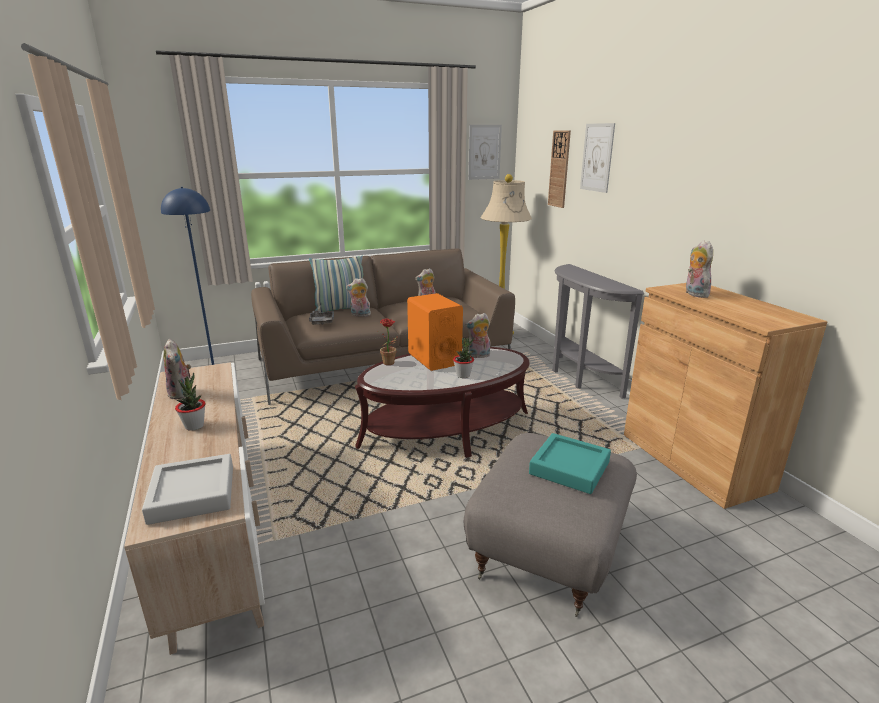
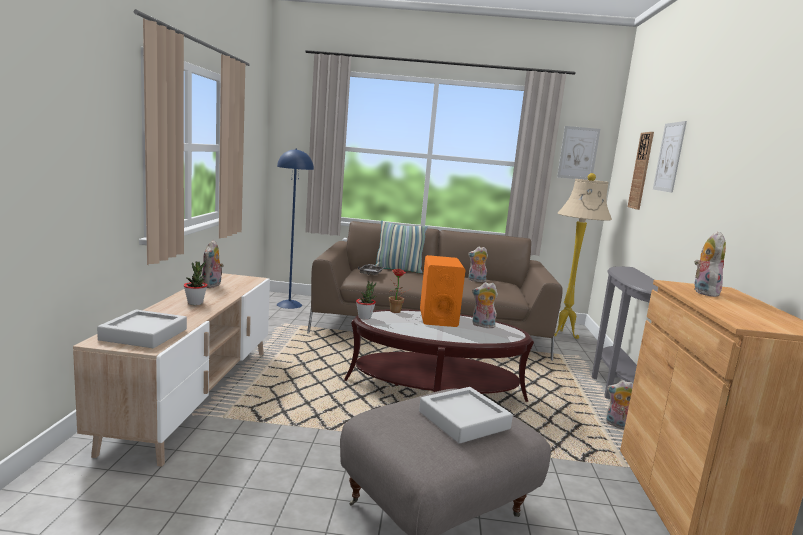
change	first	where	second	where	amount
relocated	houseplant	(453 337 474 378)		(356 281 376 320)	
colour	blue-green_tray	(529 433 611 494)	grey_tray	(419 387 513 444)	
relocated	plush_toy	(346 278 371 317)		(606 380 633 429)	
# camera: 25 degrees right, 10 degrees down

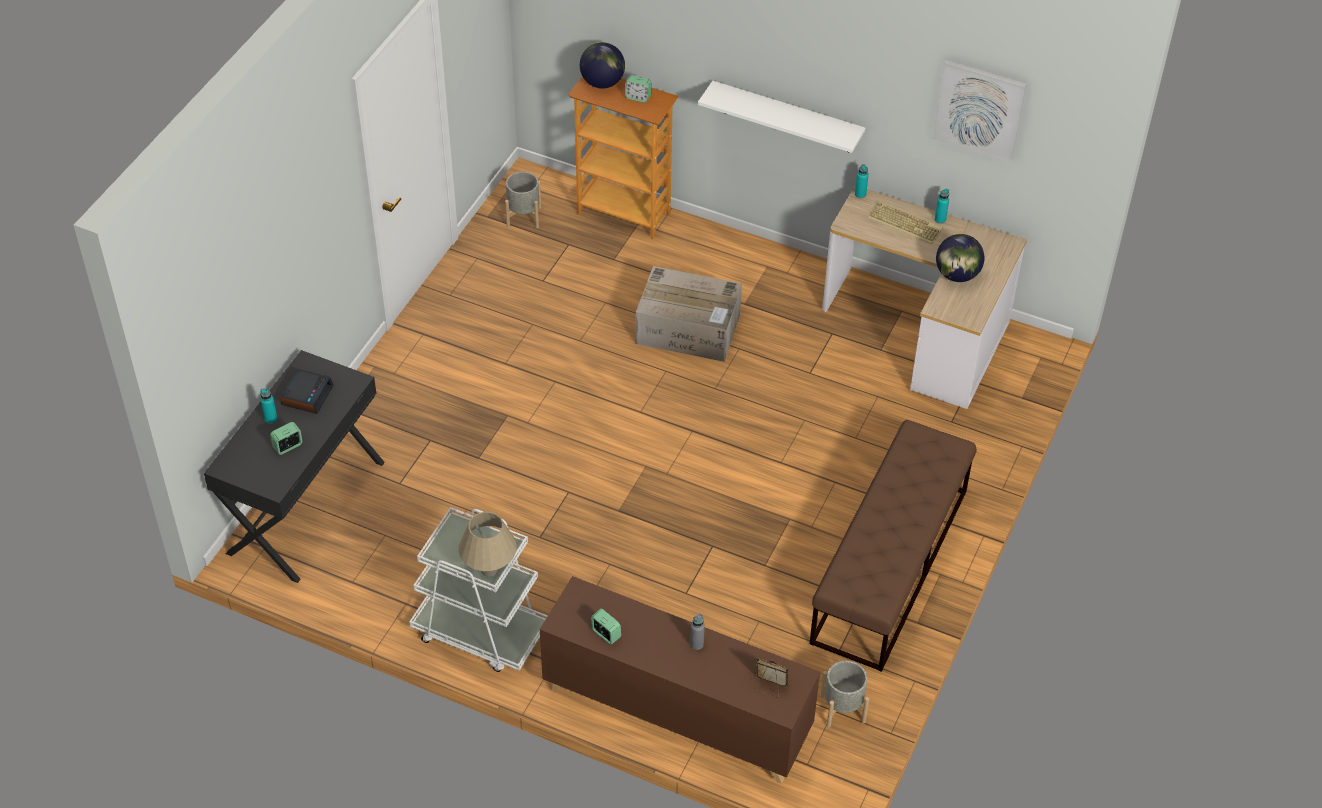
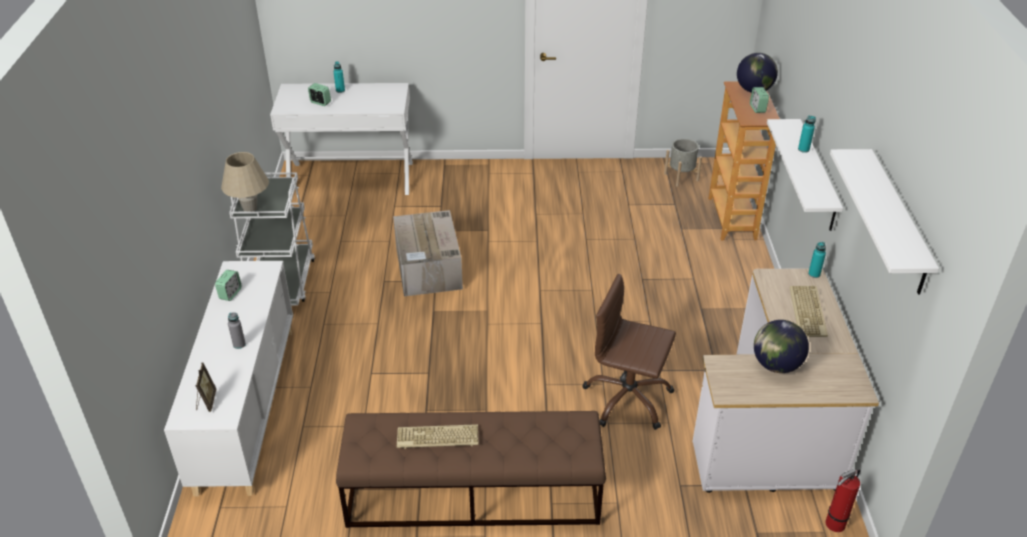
change	first	where	second	where	amount
colour	brown_cupboard	(540 576 820 784)	white_cupboard	(164 261 293 496)	
colour	black_desk_table	(204 350 385 583)	white_desk_table	(270 83 413 195)	
relocated	carton	(636 266 742 362)		(393 210 463 296)	
appeared			keyboard	(397 424 478 449)	
appeared			brown_computer_chair	(582 274 676 430)	
relocated	blue-green_beverage_bottle	(935 189 949 224)		(798 115 816 153)	
appeared			fire_extinguisher	(825 469 860 532)	
exchanged	picture	(933 60 1027 163)	white_wall_shelf	(830 149 939 295)	
missing	table_clock	(280 369 334 414)			
missing	grey_flower_pot	(820 661 869 727)			
# camera: 65 degrees right, 10 degrees down

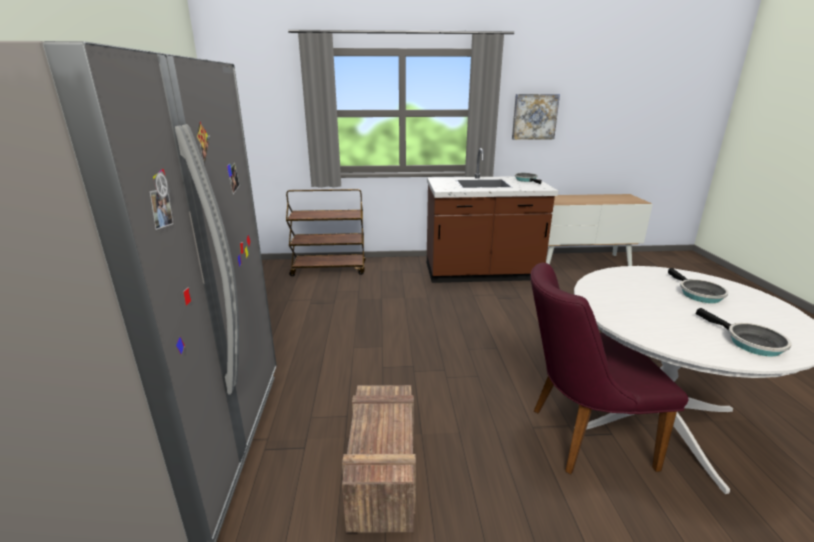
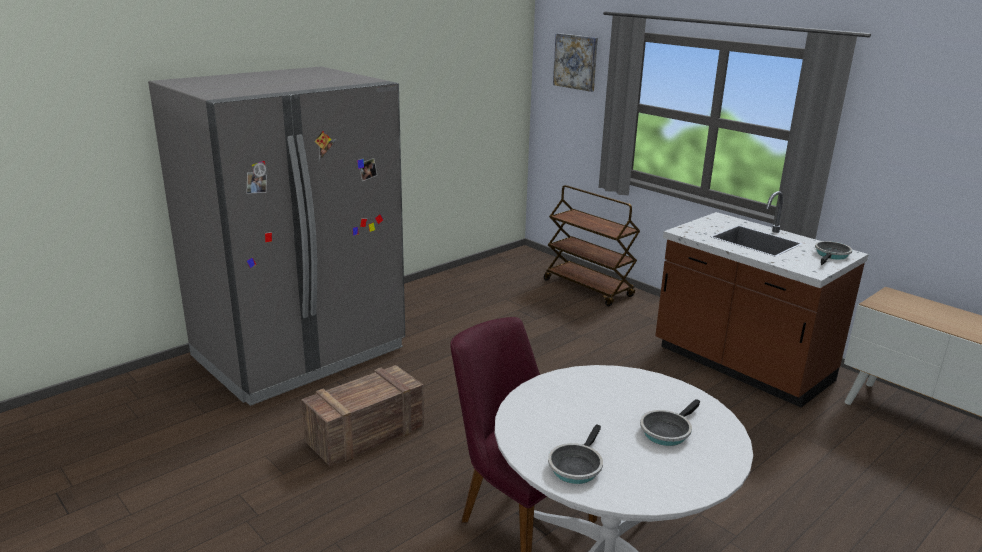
change	first	where	second	where	amount
relocated	picture	(512 94 560 140)		(553 33 598 92)	
# camera: 50 degrees right, 0 degrees up

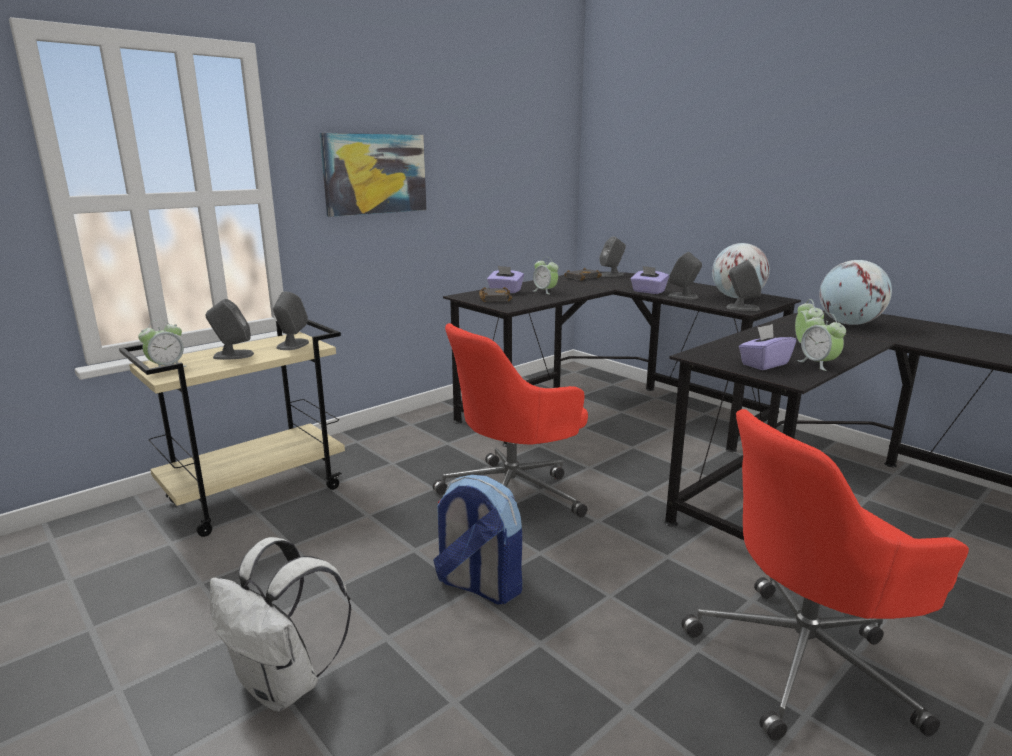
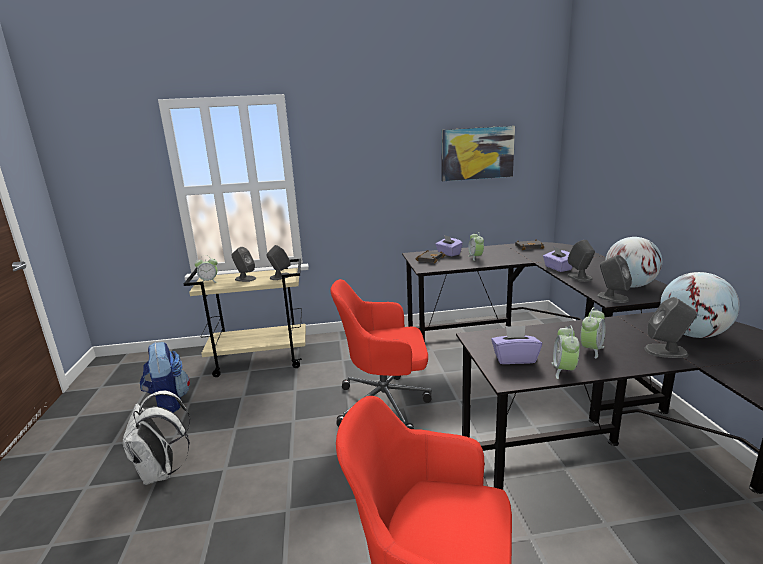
change	first	where	second	where	amount
relocated	rucksack	(433 475 522 604)		(140 342 190 413)	
relocated	picture	(320 133 426 217)		(441 126 515 181)	
relocated	grey_speaker	(600 236 626 277)		(644 297 697 358)	
# camera: 35 degrees right, 0 degrees up

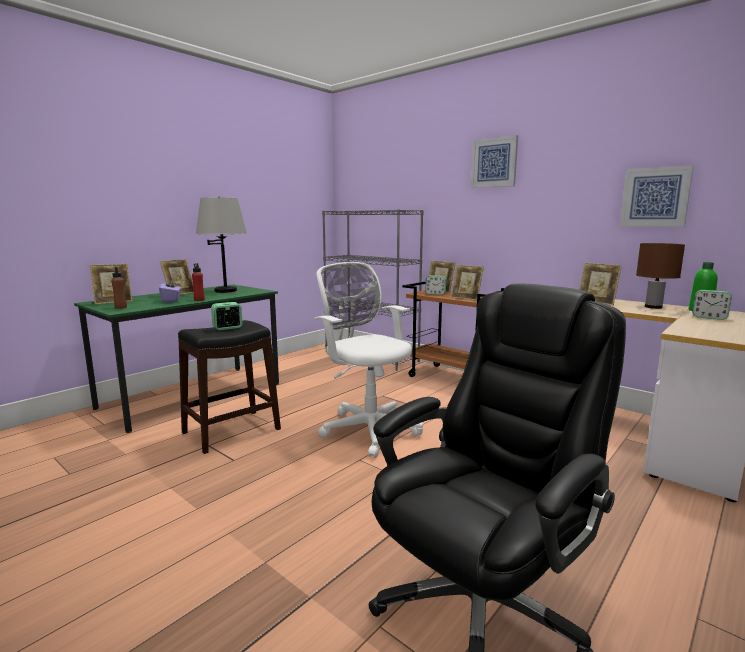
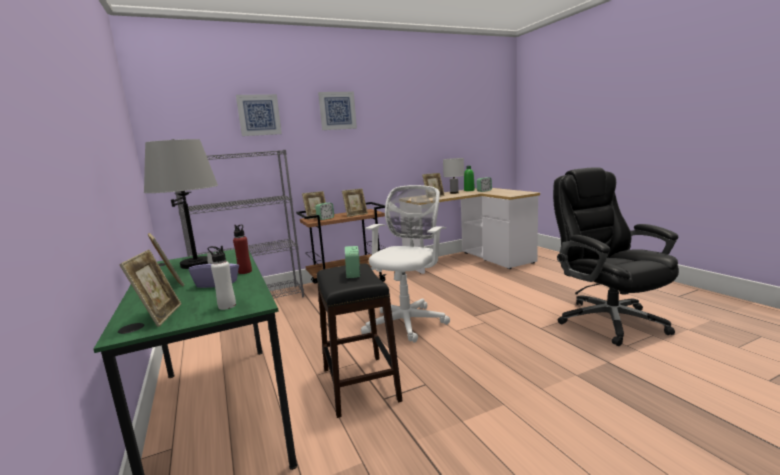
change	first	where	second	where	amount
colour	brown_beverage_bottle	(111 267 127 309)	white_beverage_bottle	(208 246 236 310)	
relocated	picture	(620 165 694 227)		(236 94 282 136)	
spun	white_computer_chair	(314 262 423 458)		(361 185 450 343)	135 degrees clockwise
colour	brown_lamp_for_a_table	(636 243 685 309)	white_lamp_for_a_table	(443 158 464 194)	
# camera: 65 degrees left, 0 degrees up

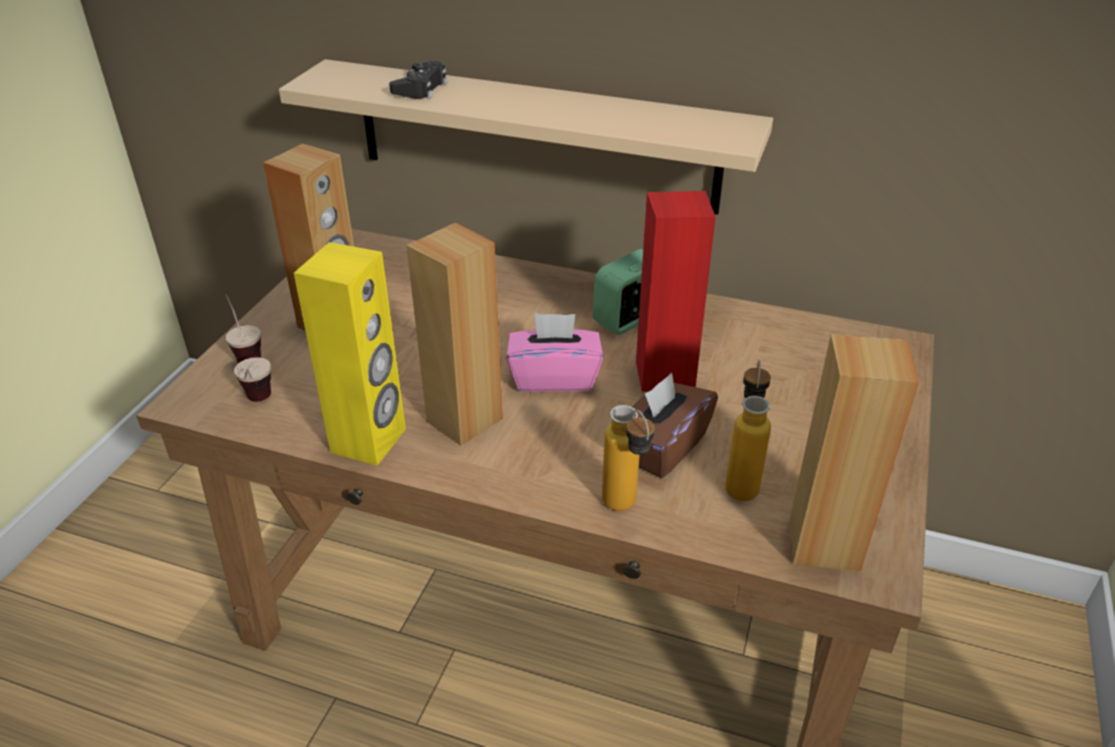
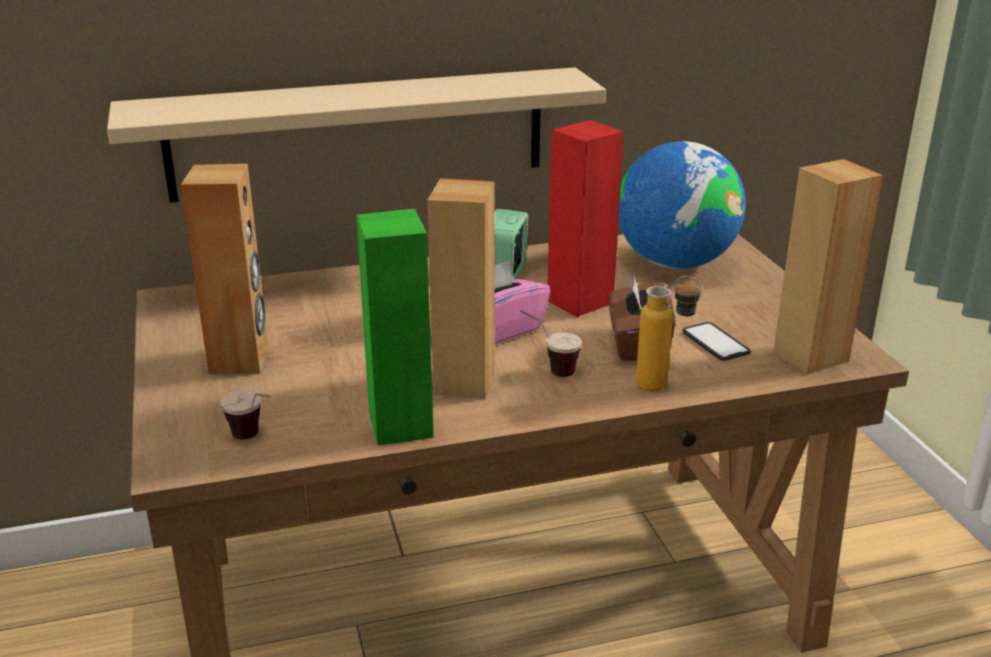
change	first	where	second	where	amount
colour	yellow_speaker	(294 242 406 466)	greenish_speaker	(356 209 434 445)	
relocated	small_cup	(225 294 261 363)		(520 310 582 377)	
appeared			desk_globe	(619 141 746 269)	
exchanged	beverage_bottle	(725 359 771 501)	phone	(683 322 751 361)	
missing	black_game_controller	(389 61 448 99)			
# camera: 35 degrees left, 10 degrees down

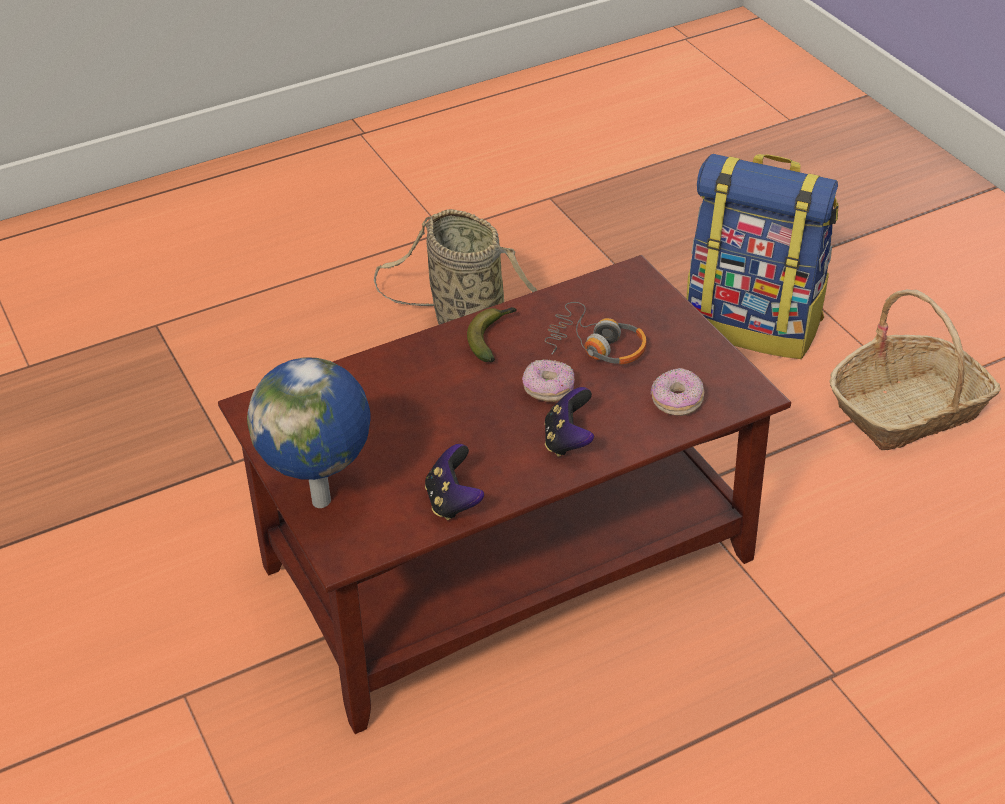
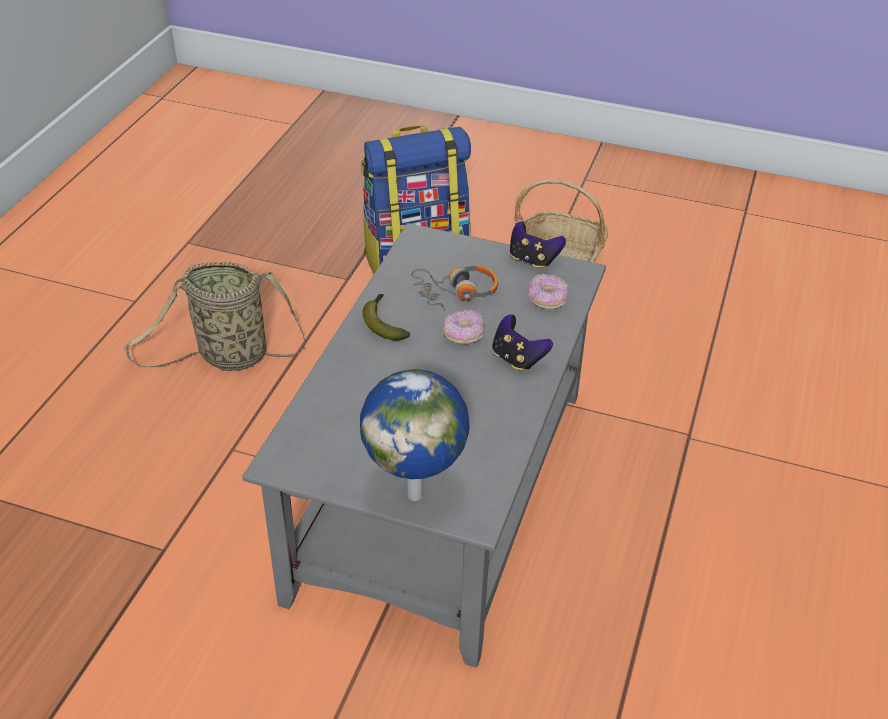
change	first	where	second	where	amount
colour	brown_lounge_table	(218 255 791 734)	grey_lounge_table	(242 223 606 668)	
relocated	game_controller	(425 444 484 520)		(510 221 566 270)	
# camera: 45 degrees left, 0 degrees up

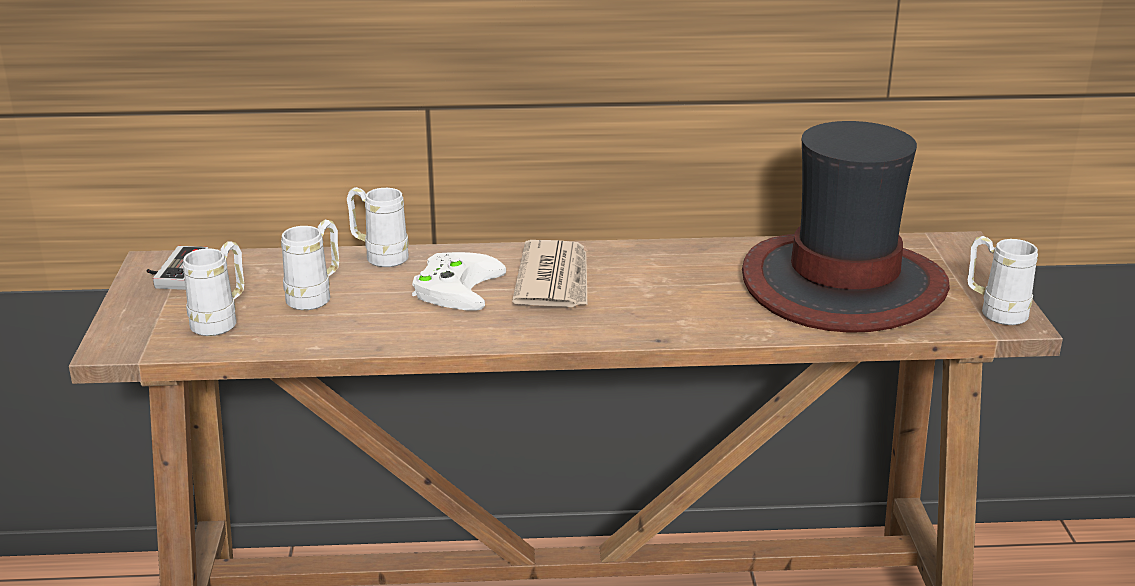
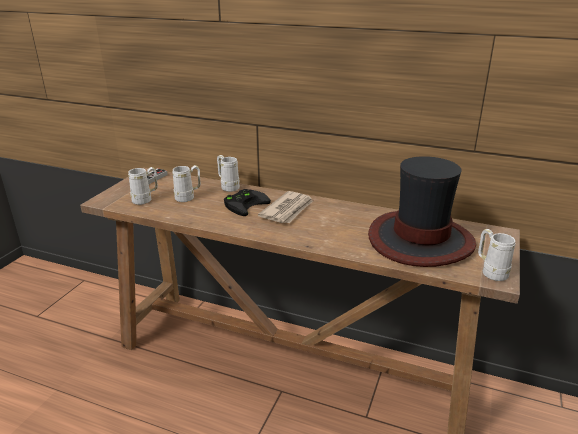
change	first	where	second	where	amount
colour	white_game_controller	(412 252 506 311)	black_game_controller	(224 189 271 216)	
# camera: 25 degrees right, 0 degrees up

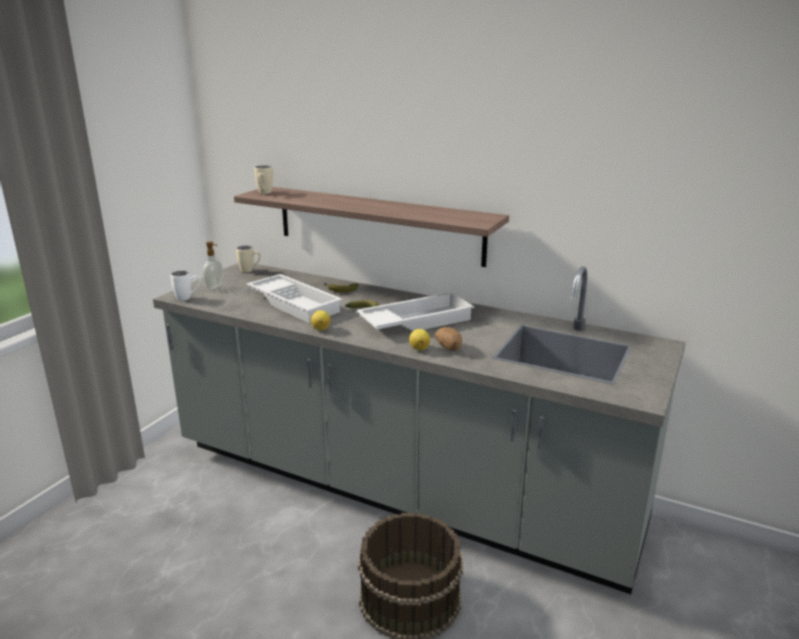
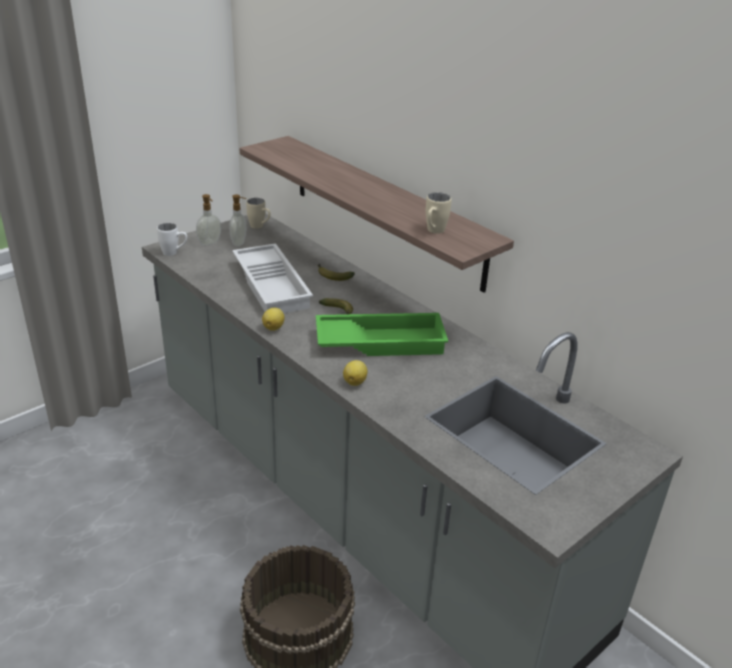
change	first	where	second	where	amount
appeared			liquid_soap_bottle	(229 194 246 246)	
colour	white_tray	(357 292 474 331)	greenish_tray	(316 313 448 356)	
relocated	beige-coloured_tea_mug	(254 166 273 194)		(426 192 452 234)	
missing	potato	(435 327 462 351)			
# camera: 20 degrees right, 10 degrees up

